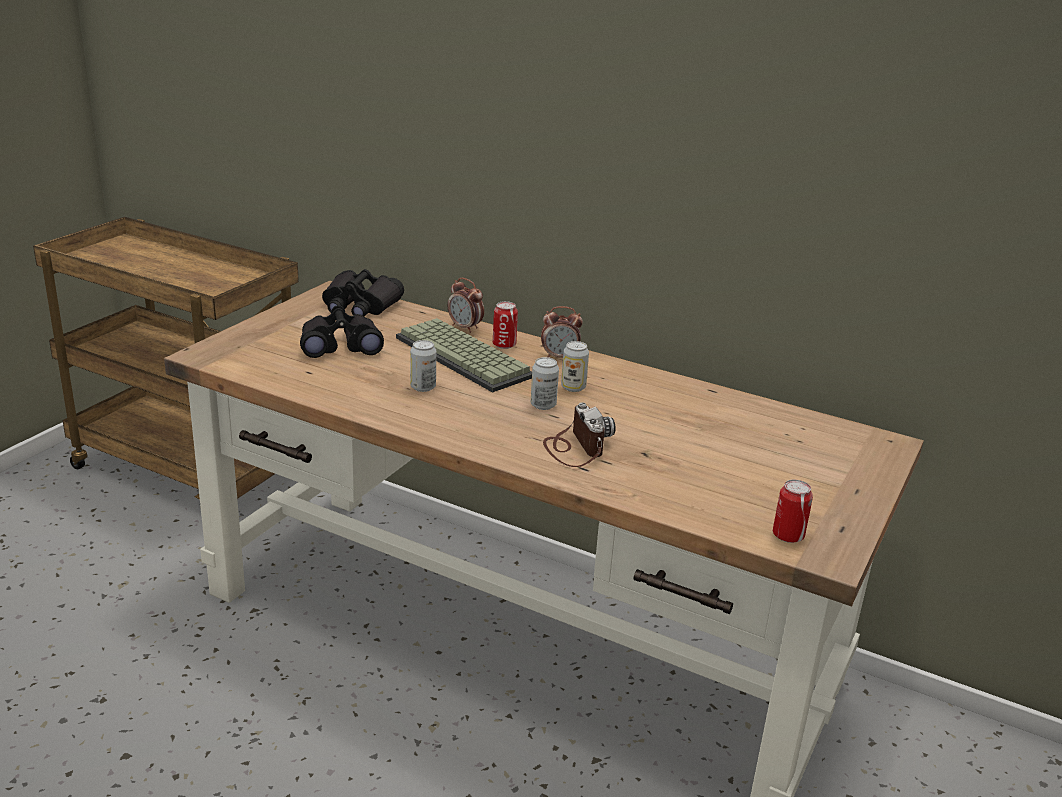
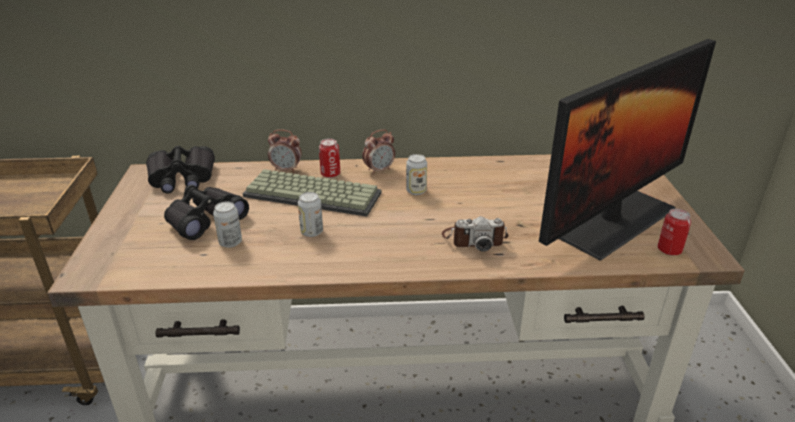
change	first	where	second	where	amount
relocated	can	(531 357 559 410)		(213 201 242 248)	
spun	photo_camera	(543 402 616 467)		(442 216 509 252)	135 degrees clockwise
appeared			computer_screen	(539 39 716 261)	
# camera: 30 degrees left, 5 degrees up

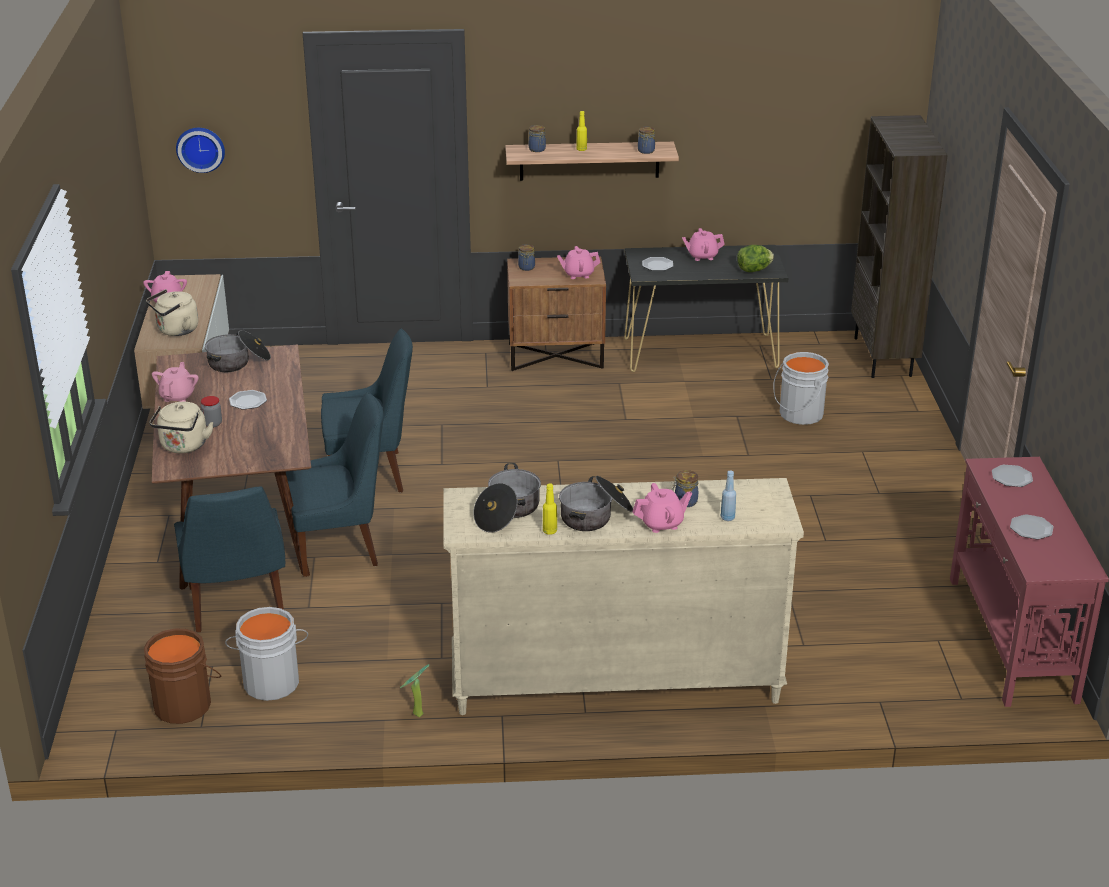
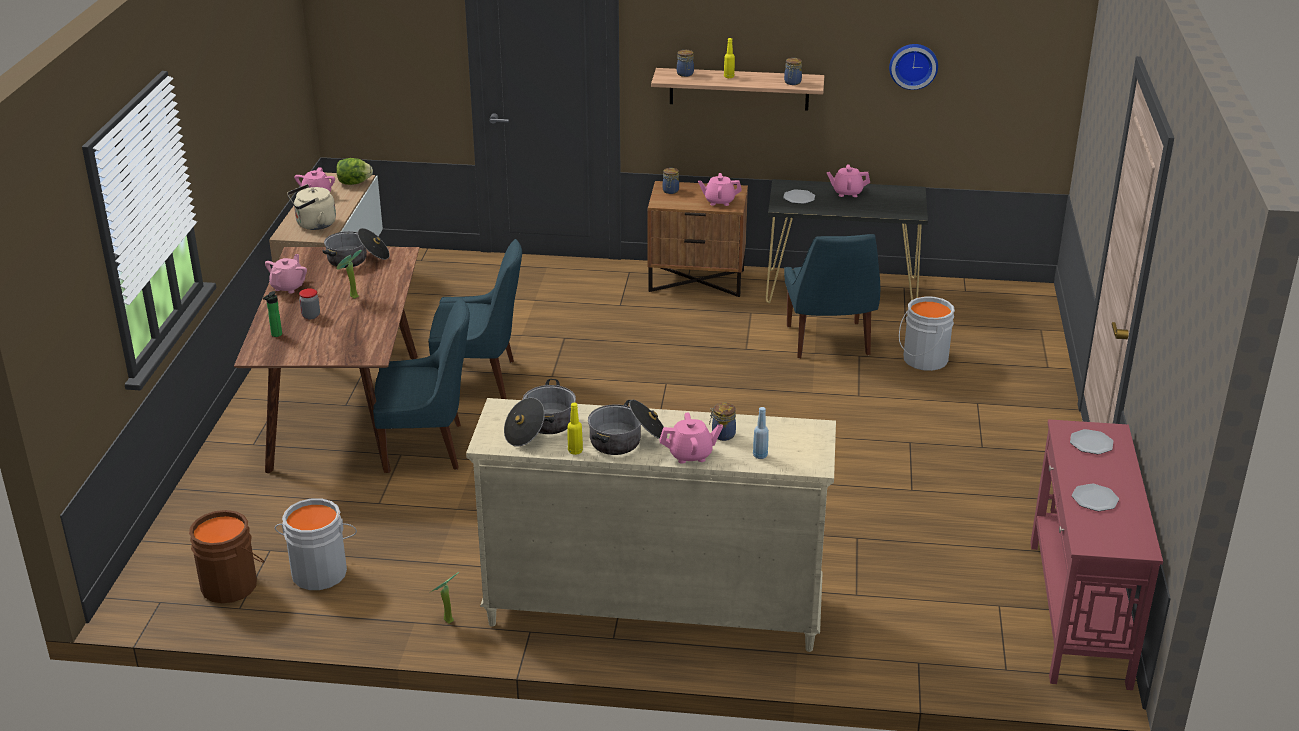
change	first	where	second	where	amount
exchanged	beige-coloured_tea_kettle	(149 402 214 453)	beverage_bottle	(263 291 282 337)	
relocated	lettuce_head	(737 245 774 272)		(336 158 373 185)	
exchanged	plate	(229 390 267 410)	houseplant	(337 250 362 299)	
relocated	blue-coloured_upright_chair	(174 486 285 632)		(784 234 880 358)	
relocated	clock_on_the_wall	(176 128 225 173)		(889 44 938 90)	
missing	brown_bookshelf	(851 115 948 378)			
# camera: 10 degrees right, 0 degrees up

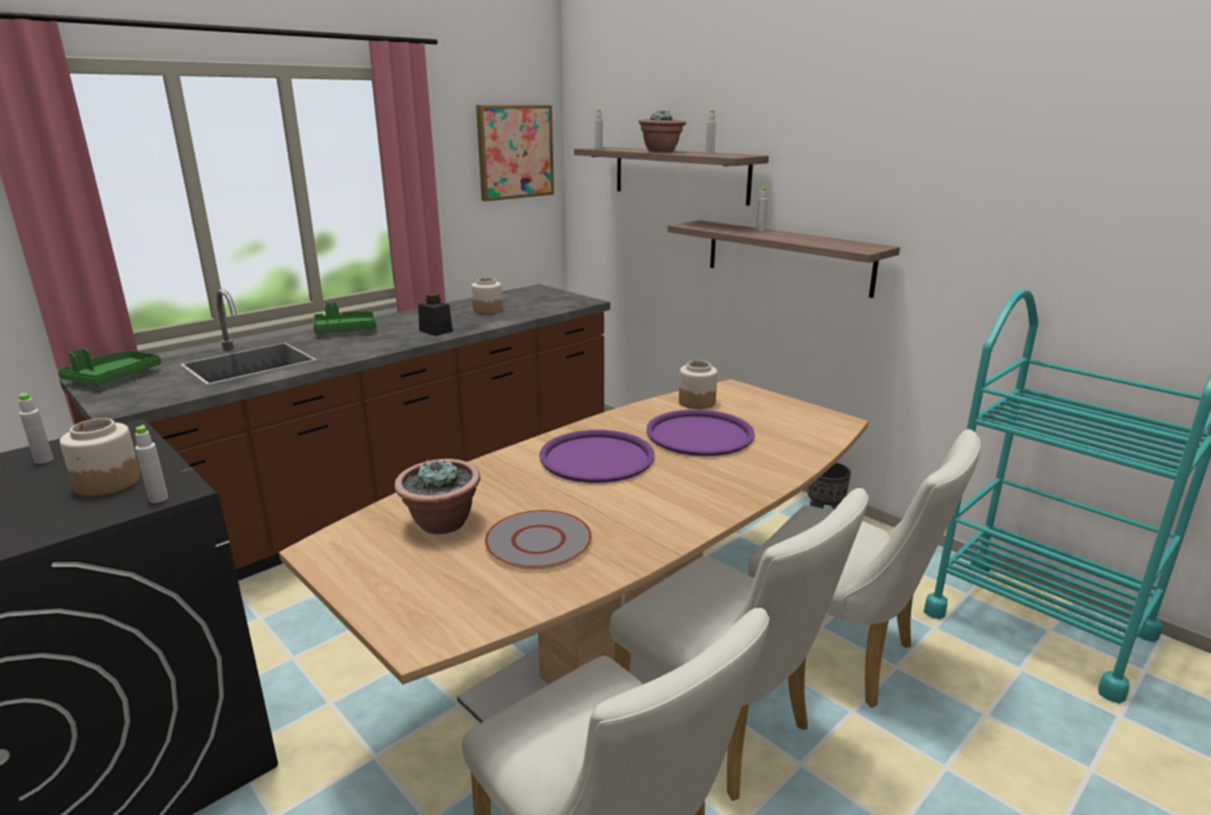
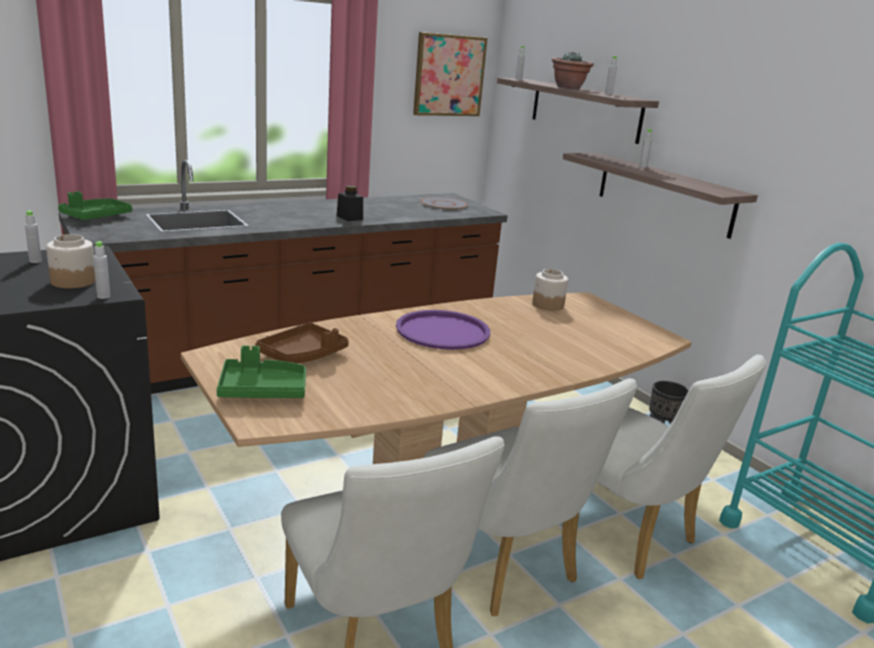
change	first	where	second	where	amount
relocated	greenish_tray	(313 302 377 333)		(216 346 306 398)	
exchanged	houseplant	(395 459 481 534)	brown_tray	(255 322 349 363)	
relocated	grey_plate	(485 510 592 569)		(421 197 468 210)	
missing	storage_jar	(472 278 502 315)			
missing	purple_tray	(647 409 755 456)			
# camera: 10 degrees right, 0 degrees up

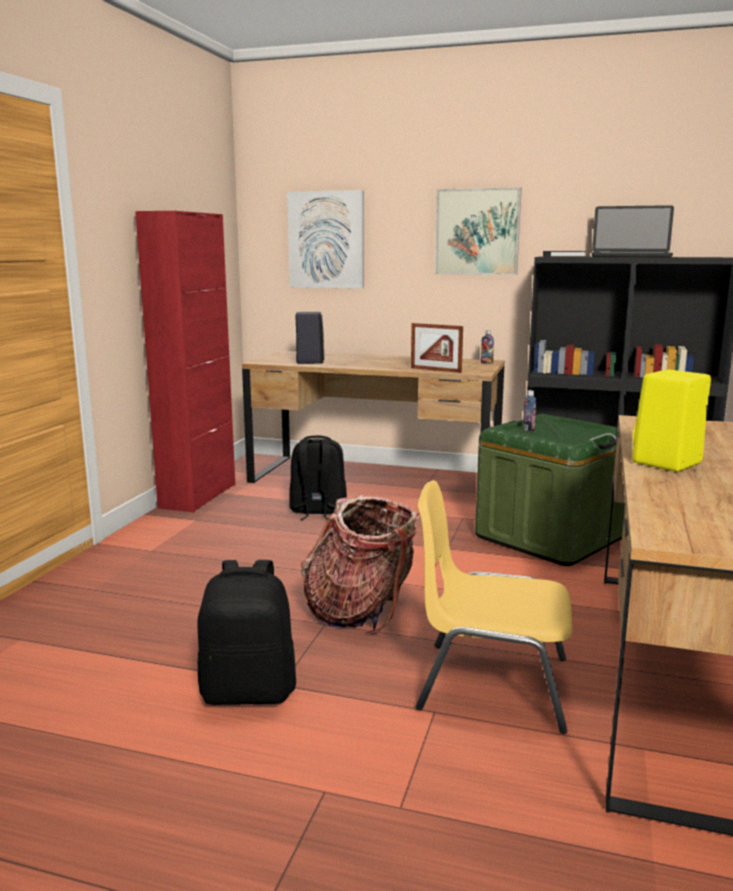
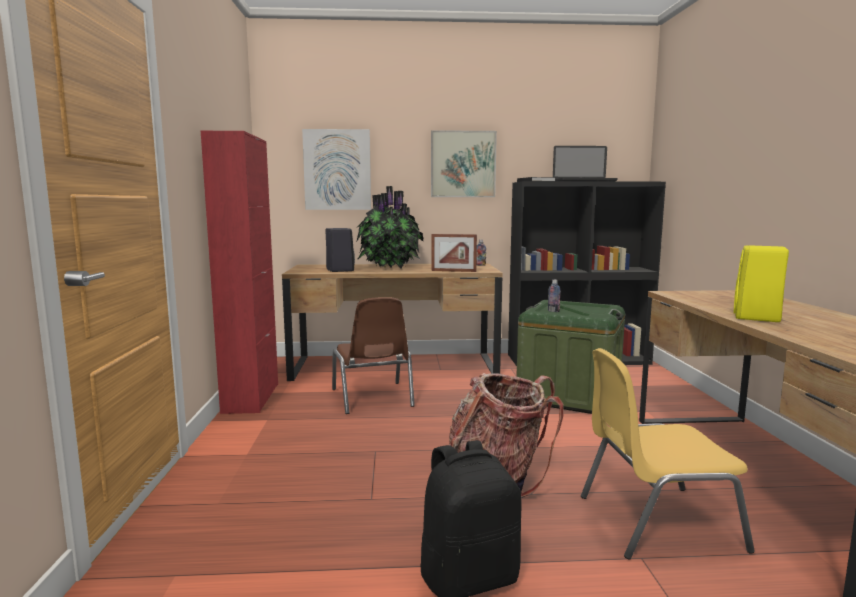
change	first	where	second	where	amount
exchanged	black_rucksack	(289 435 347 520)	brown_upright_chair	(332 297 415 414)	
appeared			houseplant	(357 186 423 269)	
# camera: 20 degrees left, 5 degrees down

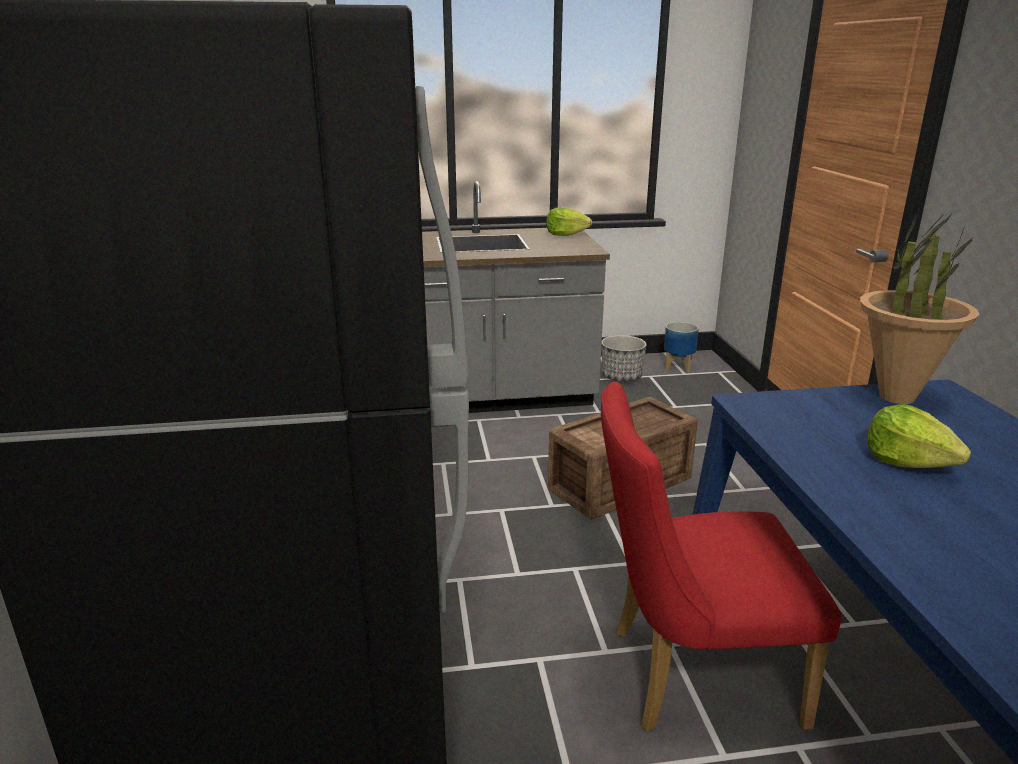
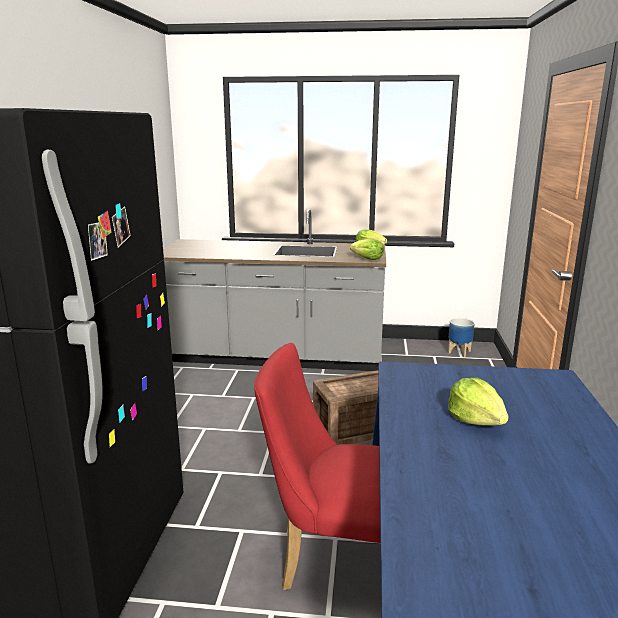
change	first	where	second	where	amount
appeared			lettuce_head	(350 239 384 260)	
missing	flower_pot	(601 335 647 382)			
missing	houseplant	(860 212 979 404)			
# camera: 15 degrees right, 5 degrees down

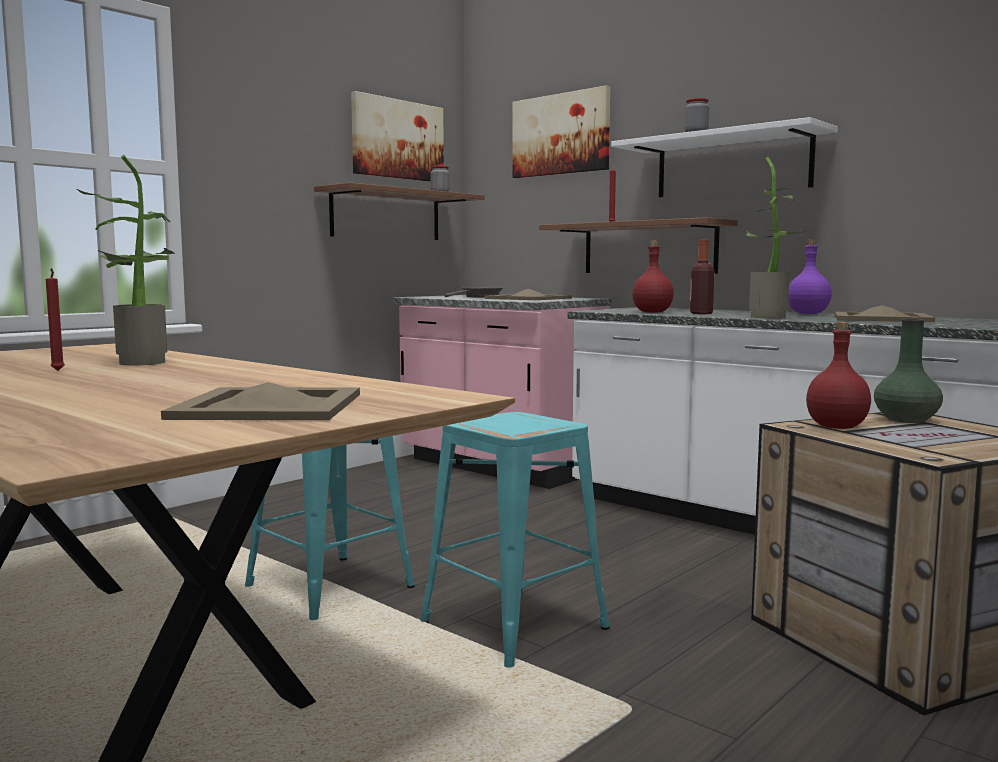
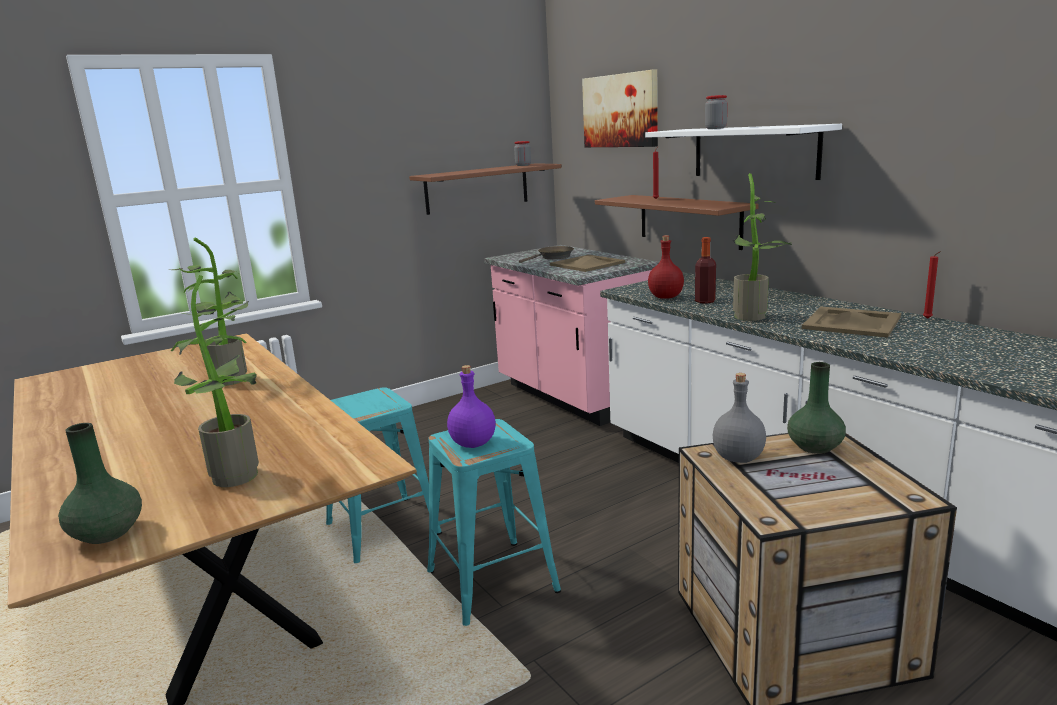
change	first	where	second	where	amount
appeared			greenish_flower_vase	(58 423 142 544)	
exchanged	beige-coloured_tray	(161 382 360 420)	houseplant	(171 275 259 487)	
relocated	purple_beverage_bottle	(788 240 832 314)		(447 365 496 448)	
colour	reddish_beverage_bottle	(806 322 871 429)	grey_beverage_bottle	(713 373 766 463)	
relocated	reddish_candle	(46 268 65 371)		(923 251 941 319)	
missing	picture	(351 91 444 182)			
# camera: 15 degrees right, 10 degrees up

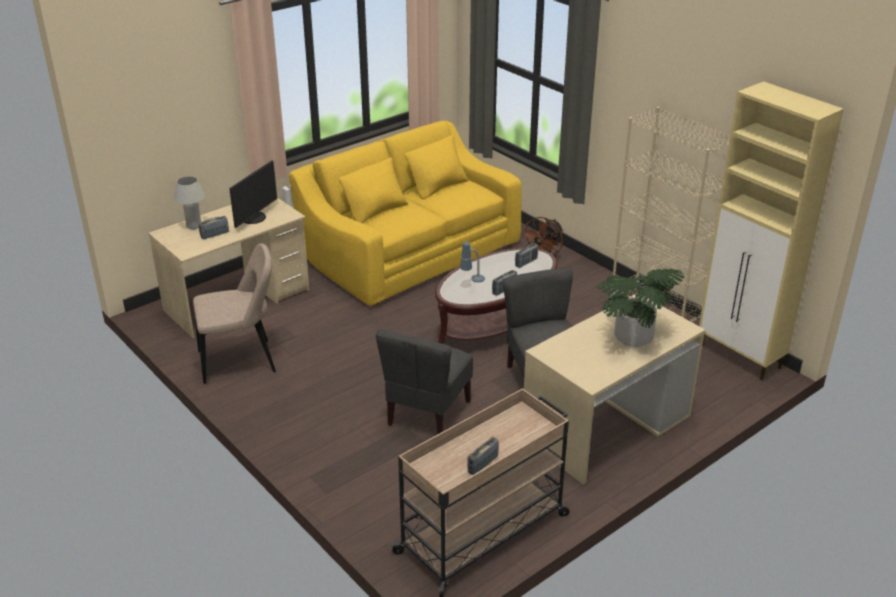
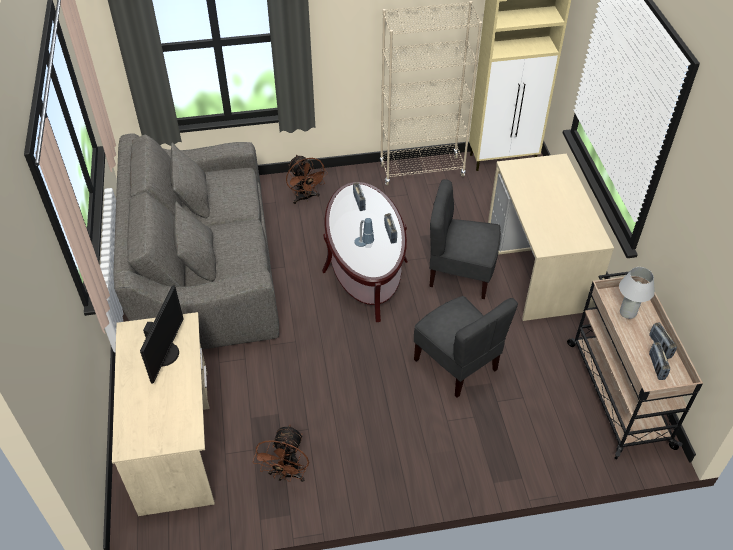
change	first	where	second	where	amount
colour	yellow_sofa	(289 121 522 306)	grey_sofa	(113 133 279 349)	
spun	computer_screen	(229 160 277 228)		(140 285 184 384)	45 degrees clockwise
exchanged	beige-coloured_upright_chair	(193 243 276 384)	brown_fan	(253 425 309 482)	
relocated	white_lamp_for_a_table	(174 176 205 229)		(619 267 655 319)	
relocated	radio_receiver	(198 216 229 239)		(649 342 670 380)	
missing	houseplant	(597 269 684 347)			
# camera: 60 degrees left, 15 degrees up

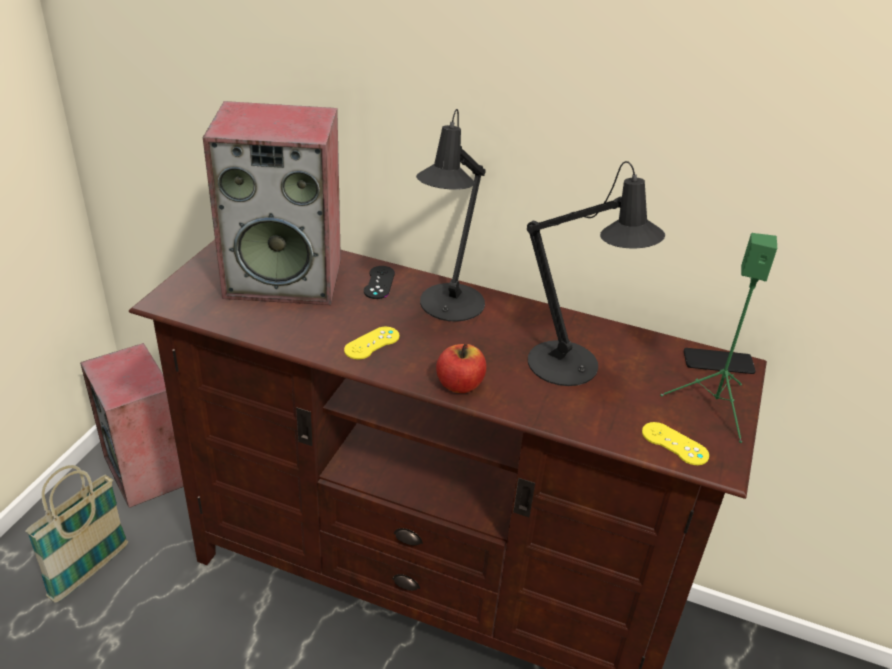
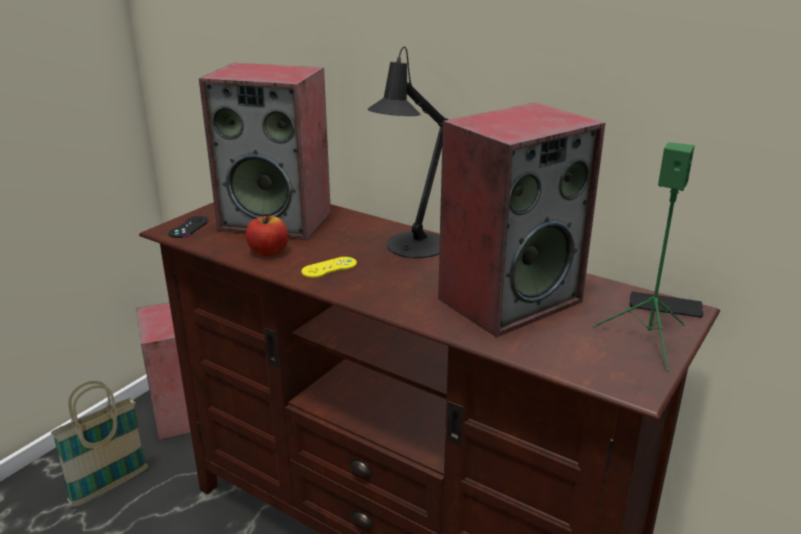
change	first	where	second	where	amount
relocated	black_game_controller	(364 266 395 299)		(168 216 209 238)	
relocated	whole_apple	(436 344 486 393)		(246 213 288 256)	
exchanged	black_lamp_for_a_table	(527 161 665 386)	speaker	(438 102 605 337)	
missing	yellow_game_controller	(642 422 709 465)			
# camera: 15 degrees right, 10 degrees down

